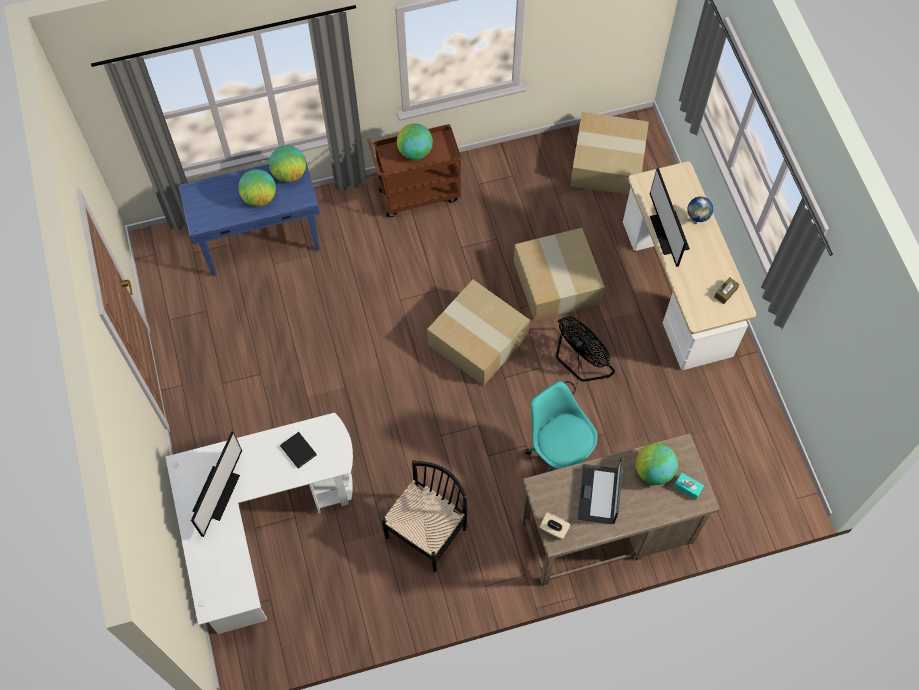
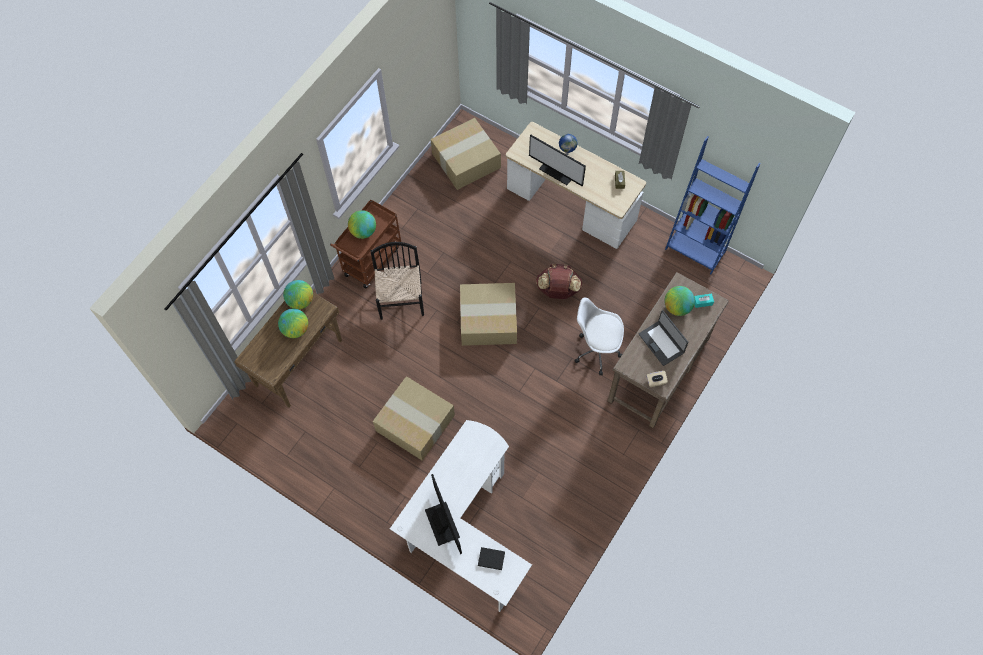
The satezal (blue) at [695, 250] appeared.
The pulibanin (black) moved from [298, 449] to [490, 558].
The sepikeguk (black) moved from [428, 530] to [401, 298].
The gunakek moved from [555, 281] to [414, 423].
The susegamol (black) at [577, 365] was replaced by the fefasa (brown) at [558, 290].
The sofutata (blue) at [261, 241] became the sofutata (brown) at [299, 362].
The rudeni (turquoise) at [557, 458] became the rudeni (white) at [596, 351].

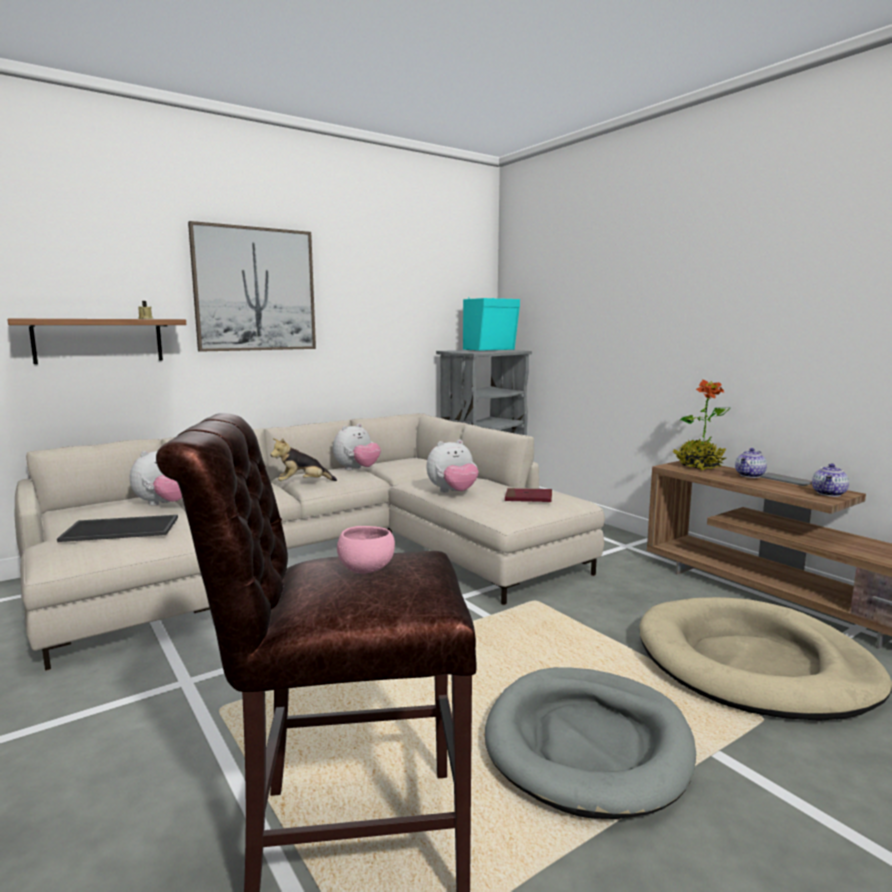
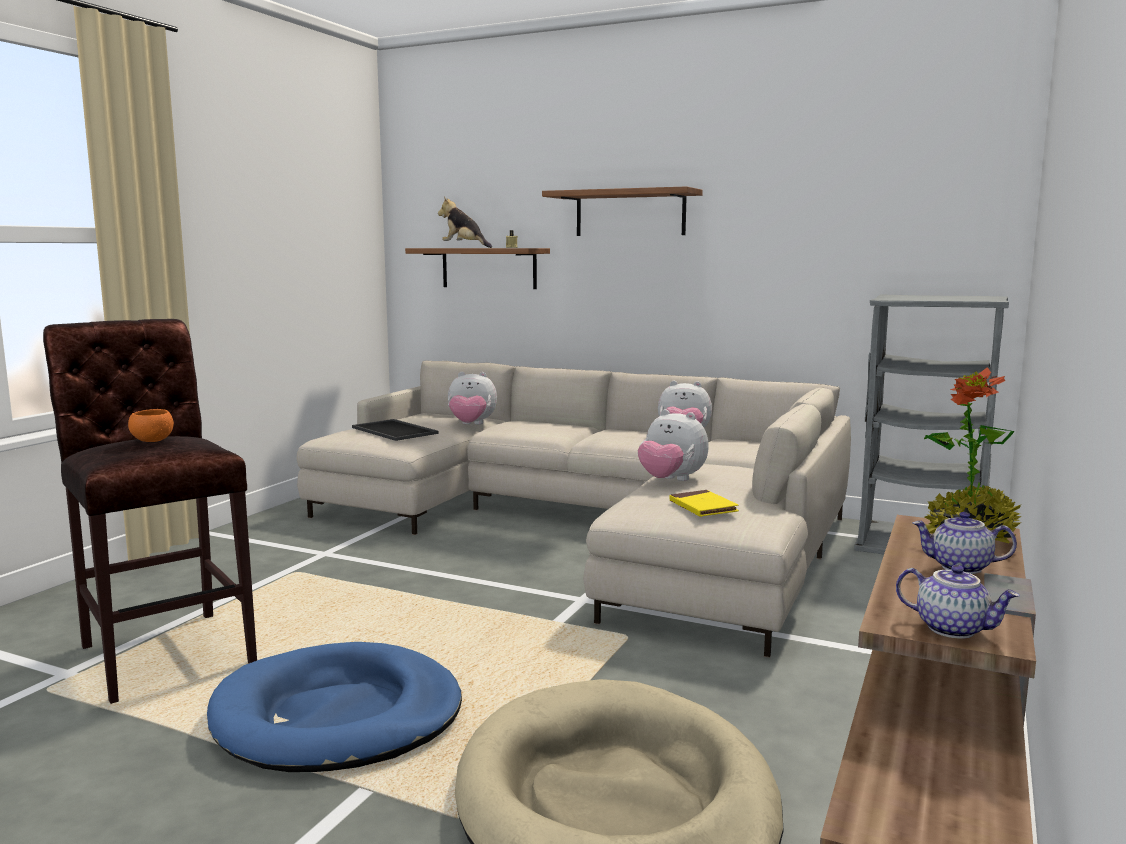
The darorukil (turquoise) at [491, 349] disappeared.
The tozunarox moved from [303, 484] to [465, 247].
The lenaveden at [255, 289] was replaced by the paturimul at [630, 213].
The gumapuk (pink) at [366, 570] became the gumapuk (orange) at [152, 441].
The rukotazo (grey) at [588, 744] became the rukotazo (blue) at [337, 716].
The pulibanin (red) at [528, 498] became the pulibanin (yellow) at [703, 507].
The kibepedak at [829, 494] turned 150 degrees counterclockwise.

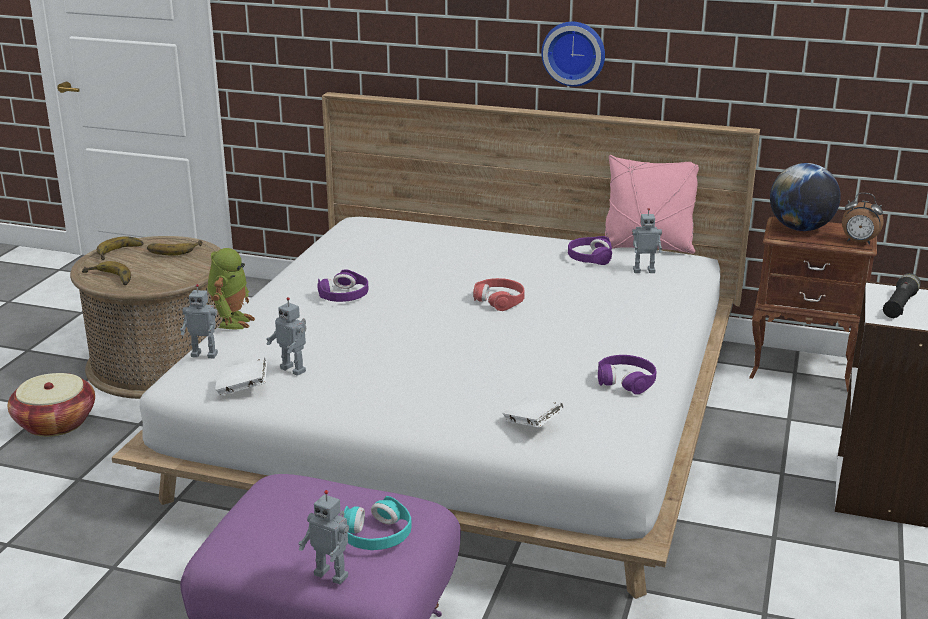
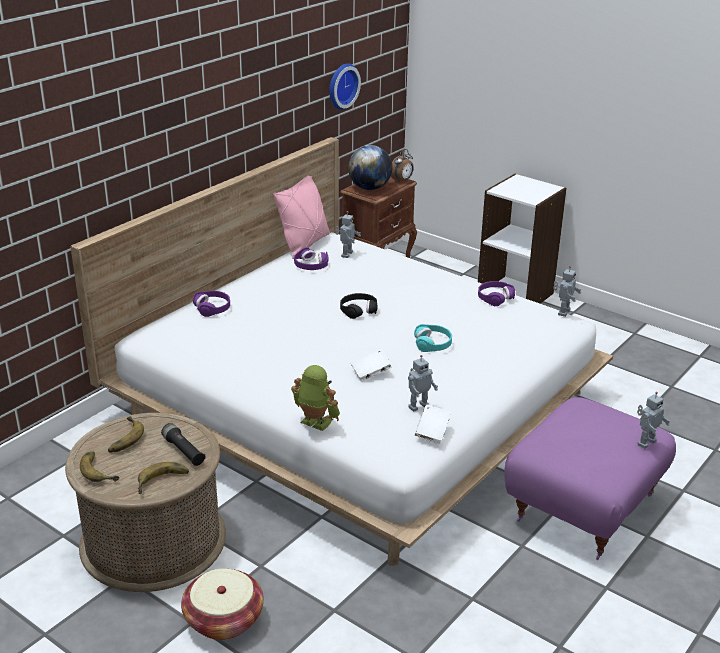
The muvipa moved from [205, 354] to [563, 312].
The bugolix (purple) moved from [344, 295] to [212, 308].
The bugolix (turquoise) moved from [377, 535] to [433, 343].
The pulibanin (white) moved from [532, 424] to [371, 373].
The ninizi moved from [574, 52] to [341, 85].
The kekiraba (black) moved from [899, 305] to [183, 451].
The bugolix (red) at [499, 300] became the bugolix (black) at [358, 310].

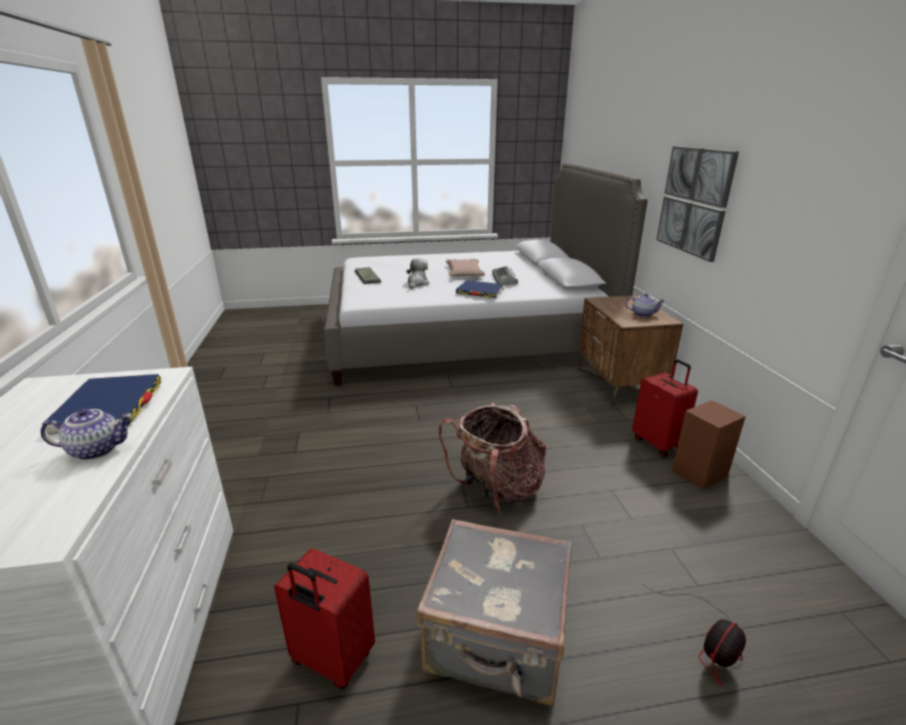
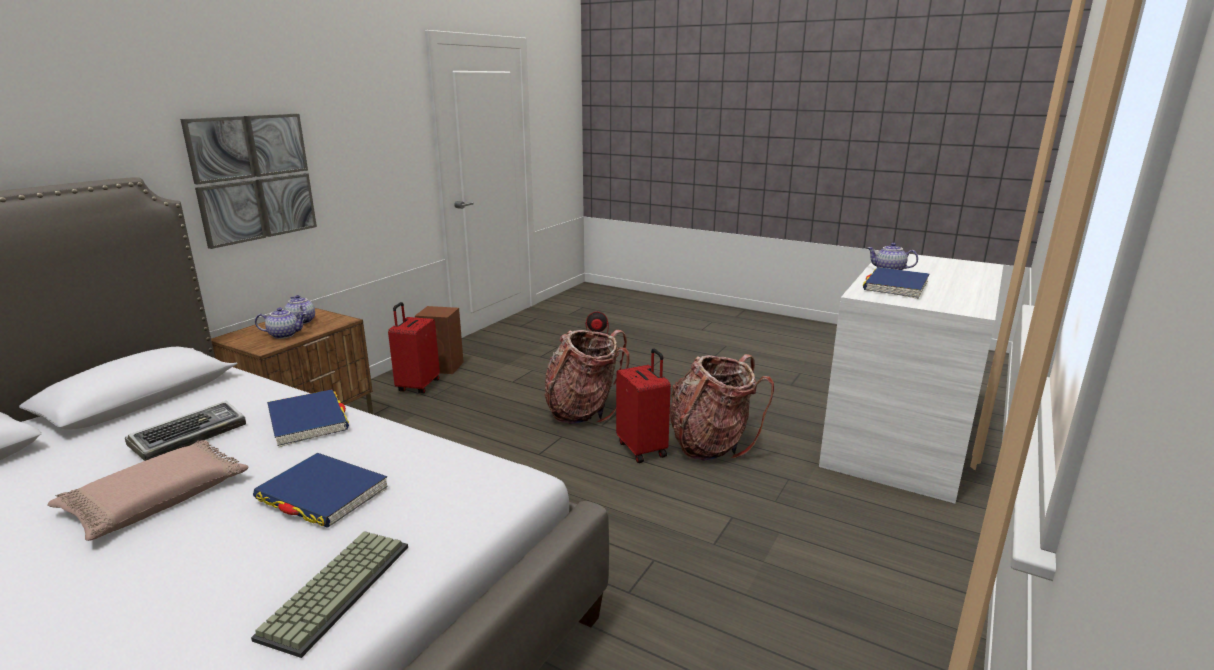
The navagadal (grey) at [497, 640] disappeared.
The kibepedak at [284, 335] appeared.
The fefasa at [711, 443] appeared.
The navagadal (red) moved from [331, 660] to [643, 449].
The tozunarox at [417, 283] was replaced by the pulibanin (blue) at [322, 494].

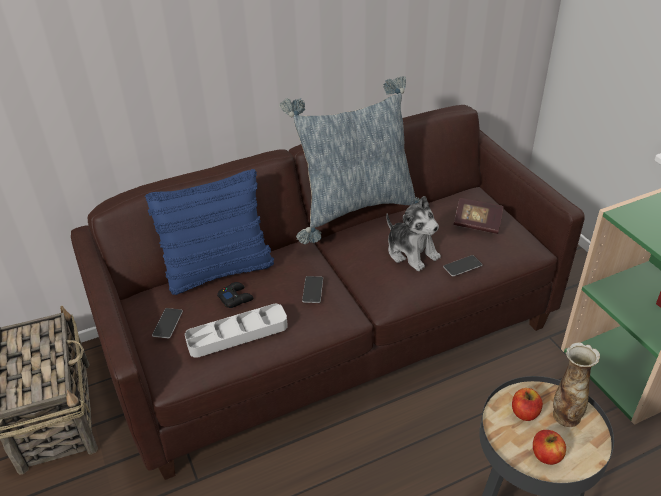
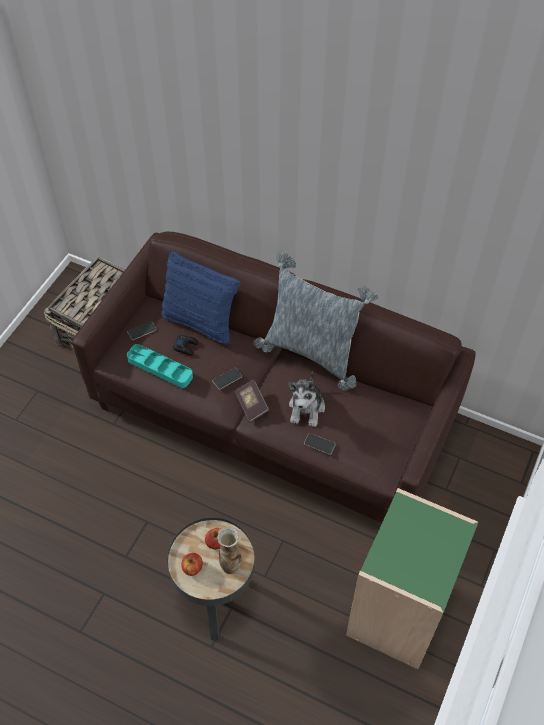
The pulibanin moved from [477, 224] to [251, 405].
The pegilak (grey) at [237, 334] became the pegilak (turquoise) at [160, 368].

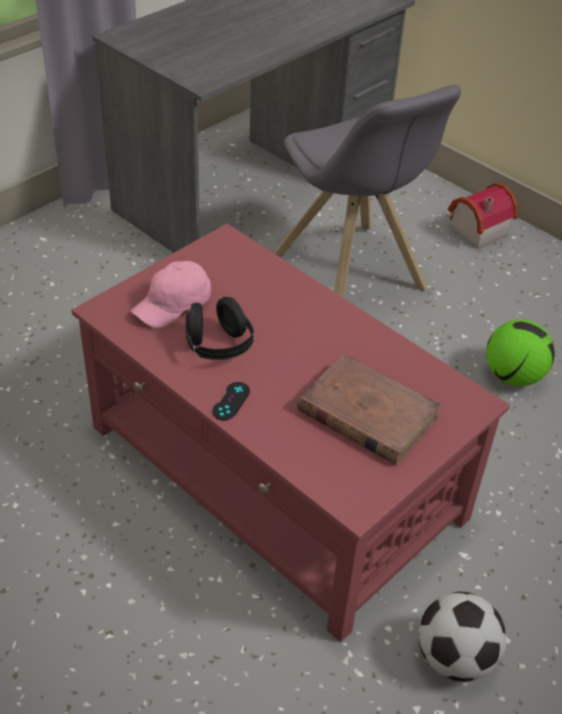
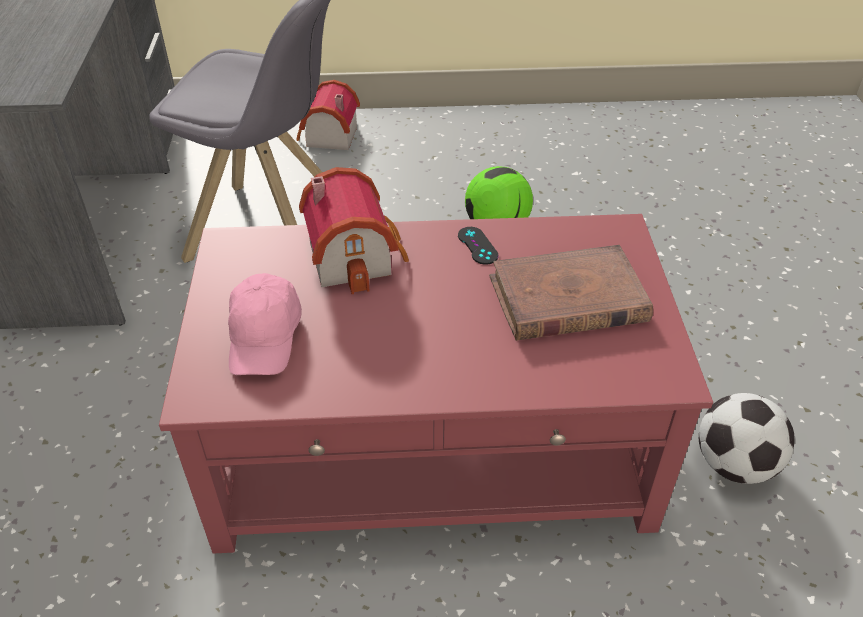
The bugolix (black) at [218, 346] disappeared.
The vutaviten at [355, 255] appeared.
The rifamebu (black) moved from [231, 401] to [477, 245].

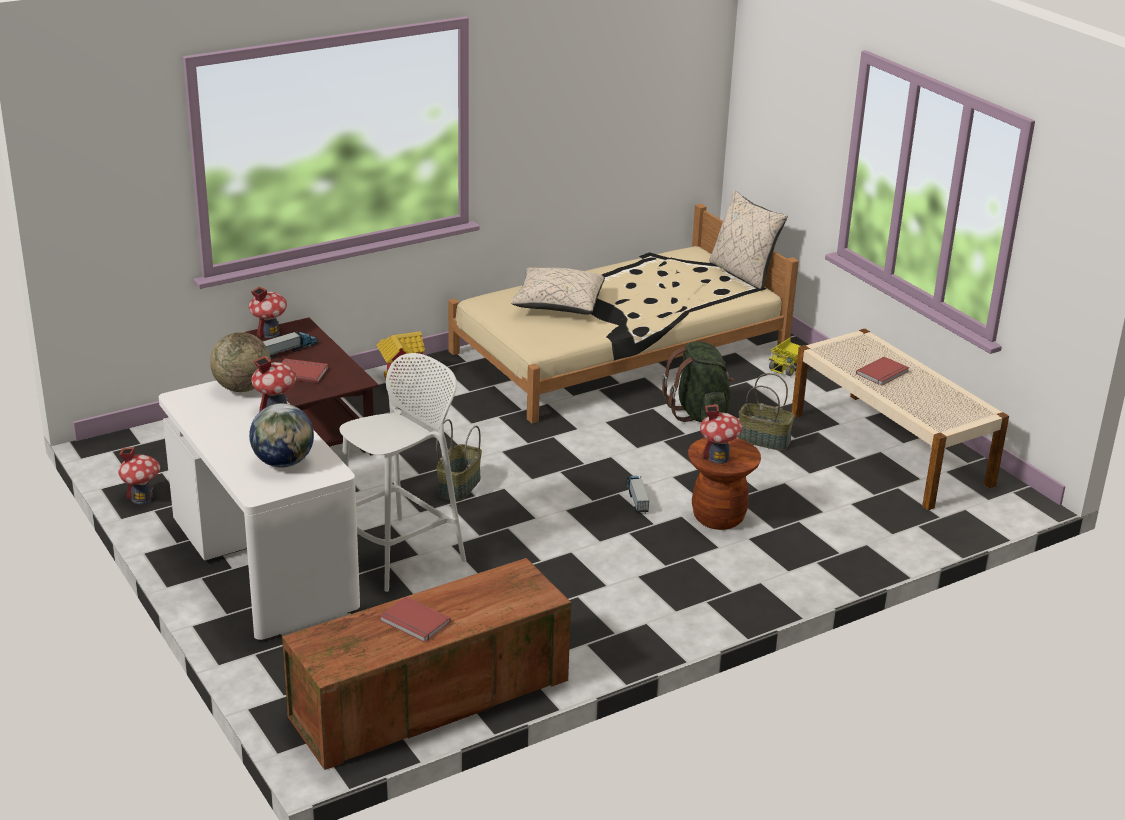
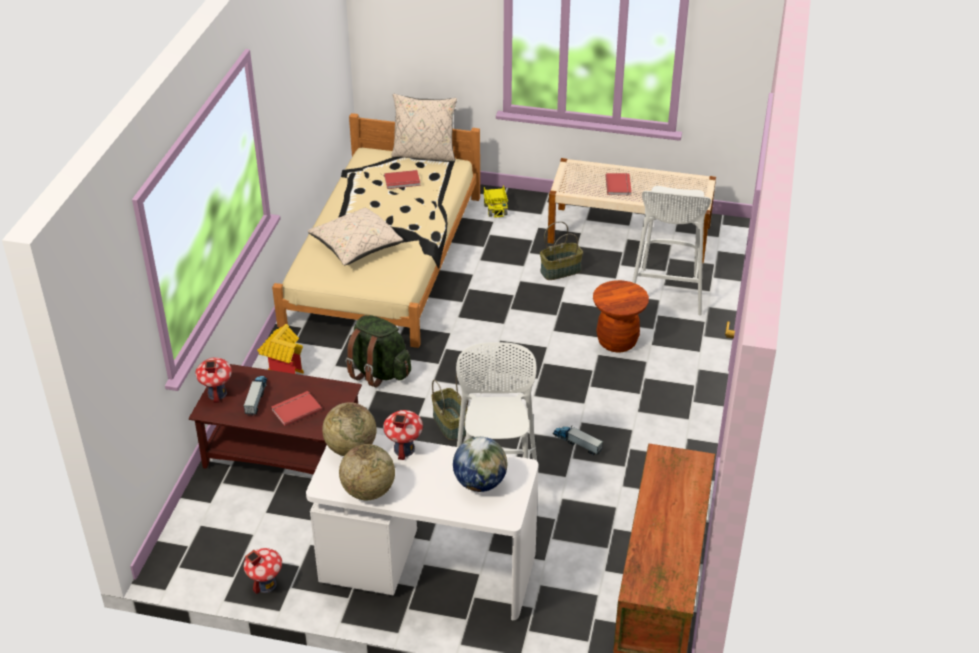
The vutaviten at [718, 457] disappeared.
The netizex at [368, 491] appeared.
The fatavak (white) at [666, 293] appeared.
The pulibanin (red) moved from [414, 622] to [402, 181].
The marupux moved from [636, 498] to [577, 443].
The fefasa (green) moved from [699, 414] to [378, 372].

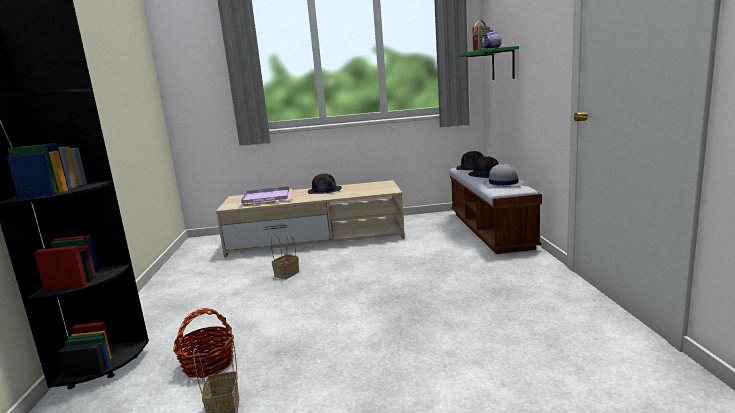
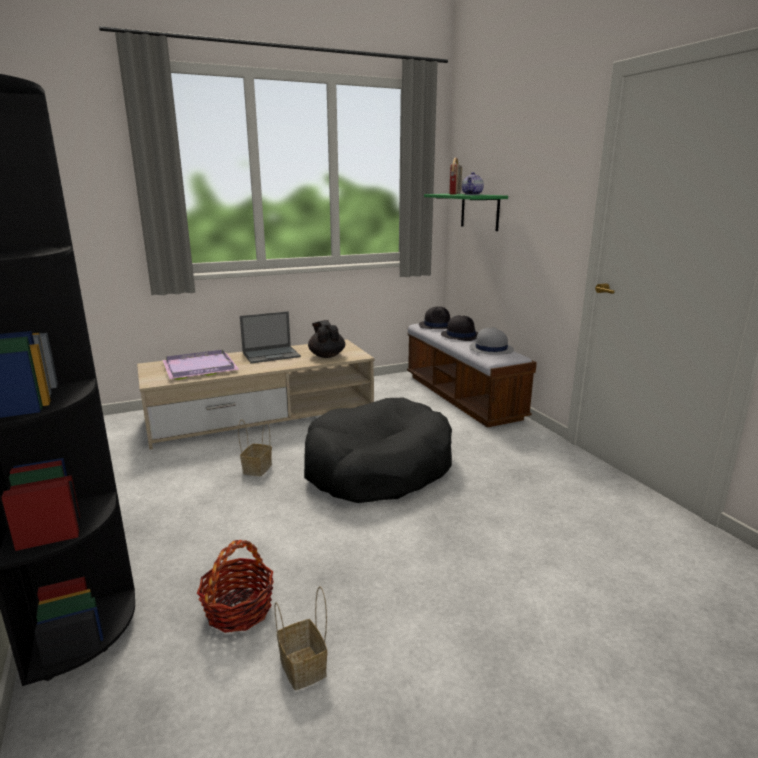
The rukotazo (black) at [378, 468] appeared.
The kibepedak (black) at [326, 355] appeared.
The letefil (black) at [325, 190] was replaced by the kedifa at [272, 355].

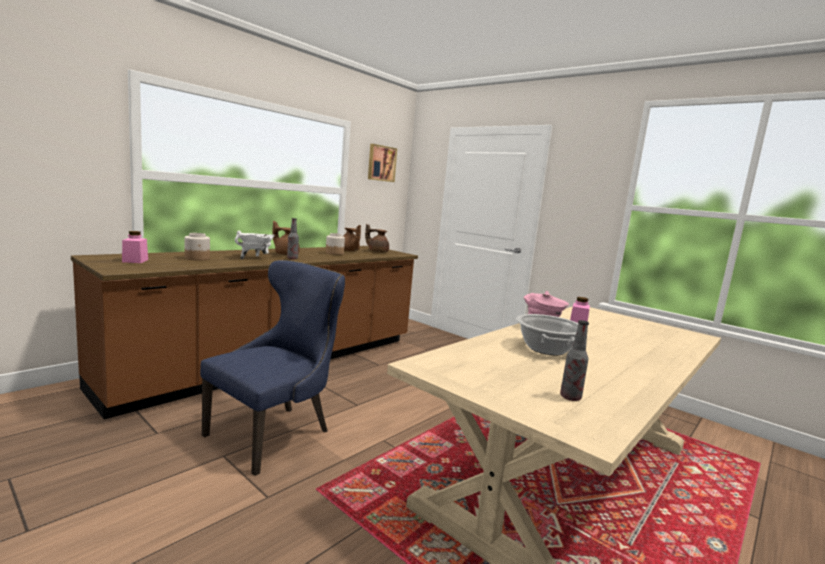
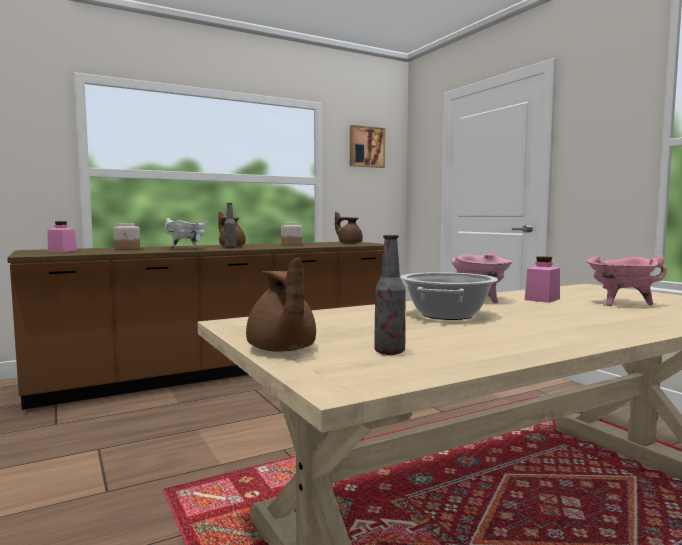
The sepikeguk (blue) at [274, 434] disappeared.
The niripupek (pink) at [620, 304] appeared.
The kibepedak (brown) moved from [349, 251] to [281, 349].

